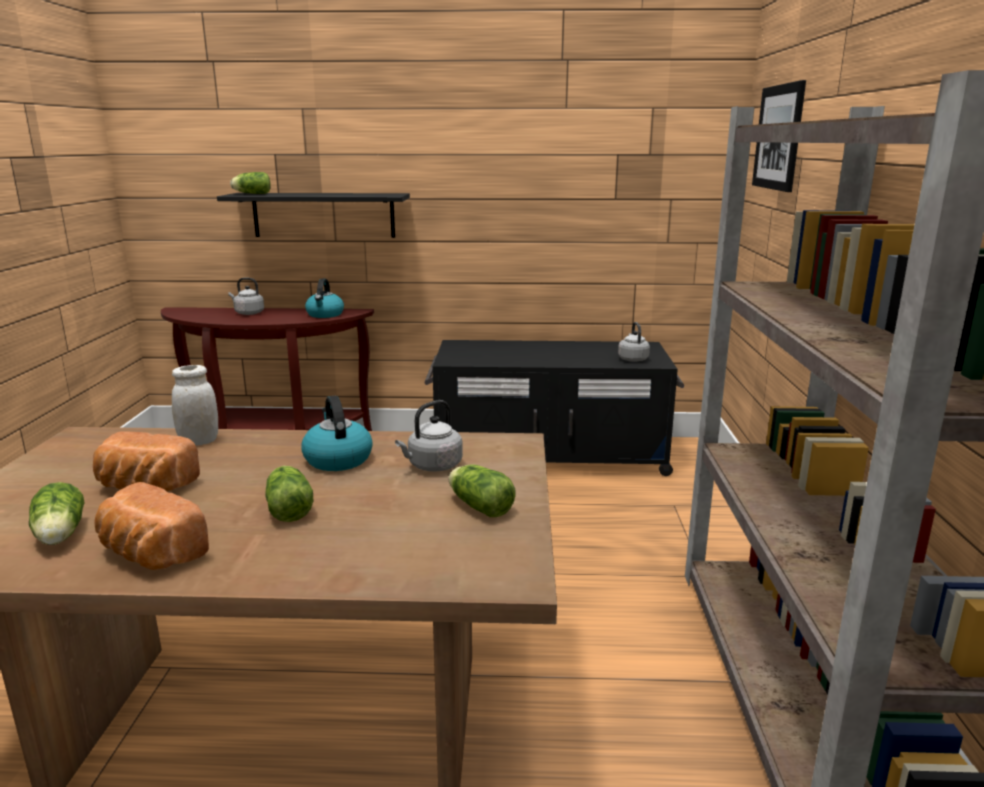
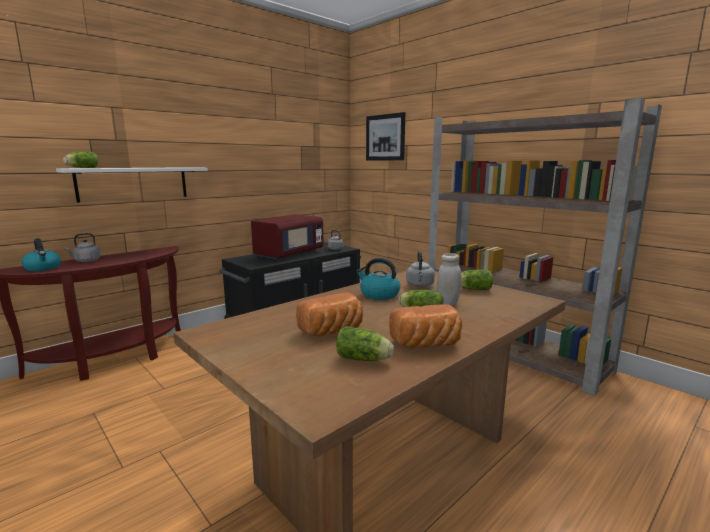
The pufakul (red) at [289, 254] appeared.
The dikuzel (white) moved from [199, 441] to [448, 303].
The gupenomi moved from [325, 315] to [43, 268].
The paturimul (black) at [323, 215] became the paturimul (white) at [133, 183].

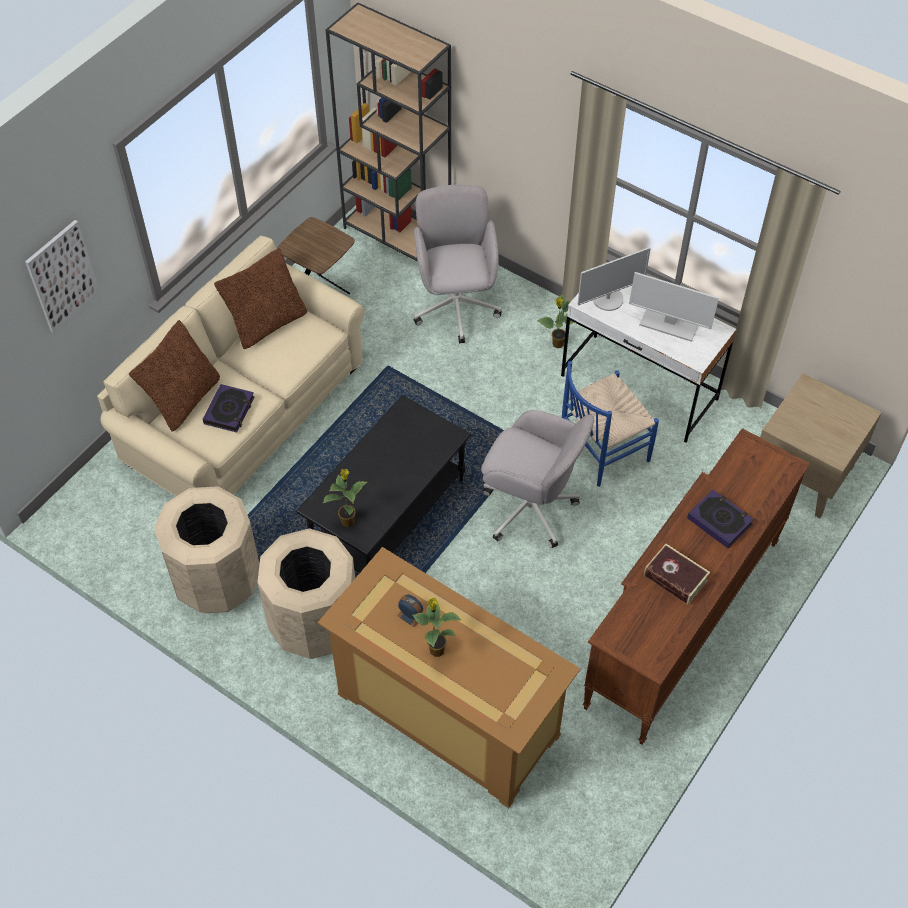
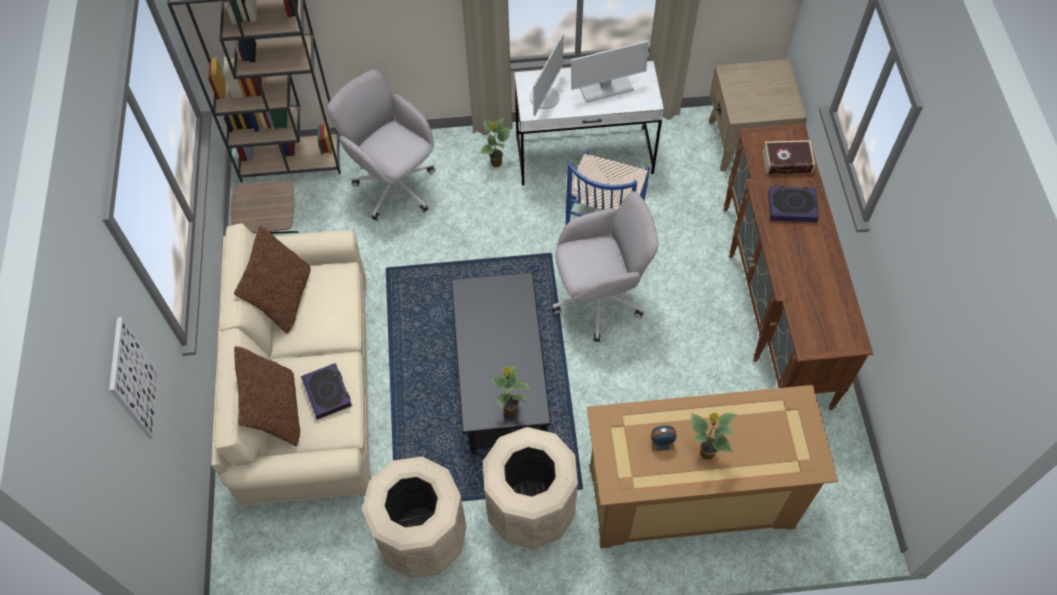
The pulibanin moved from [675, 578] to [787, 162].

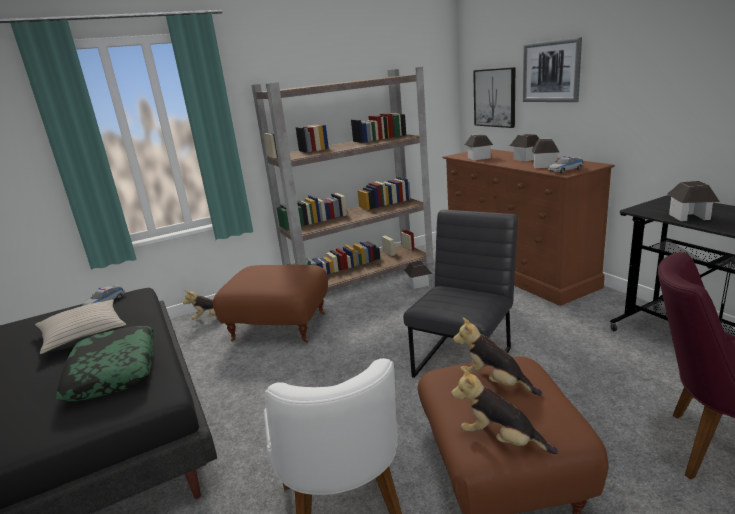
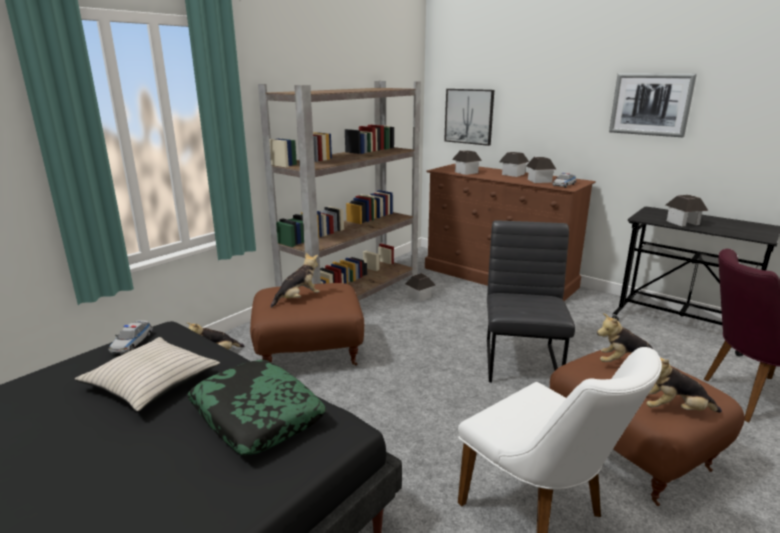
The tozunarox at [298, 299] appeared.
The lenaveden moved from [551, 71] to [650, 104].

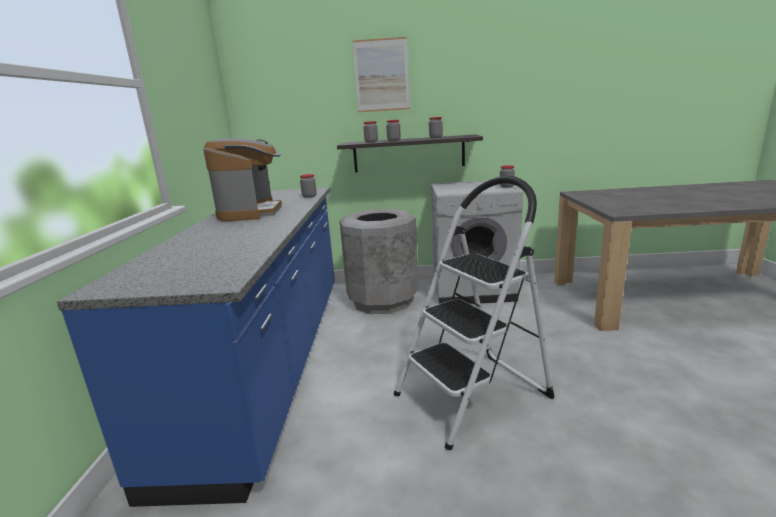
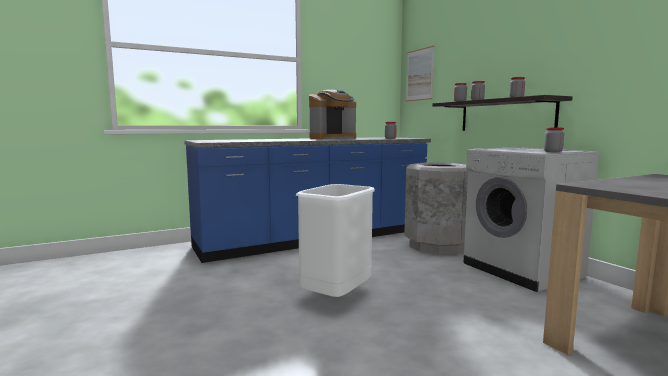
The lenaveden moved from [381, 75] to [419, 75].
The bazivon at [476, 396] was replaced by the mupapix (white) at [337, 297].

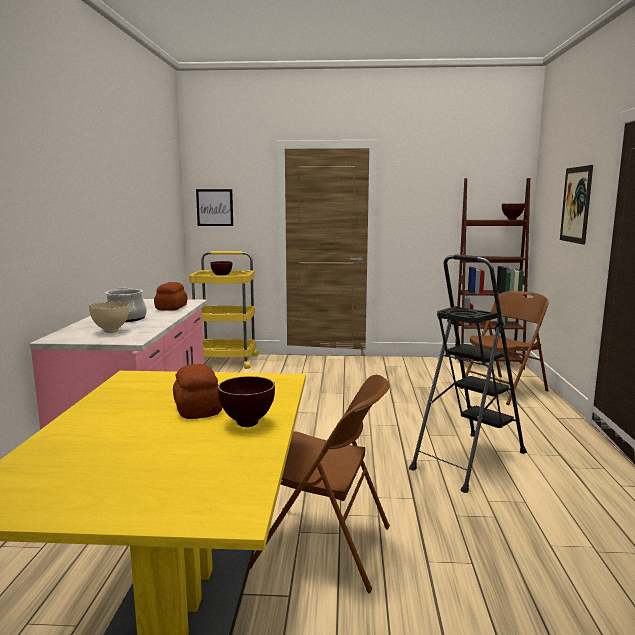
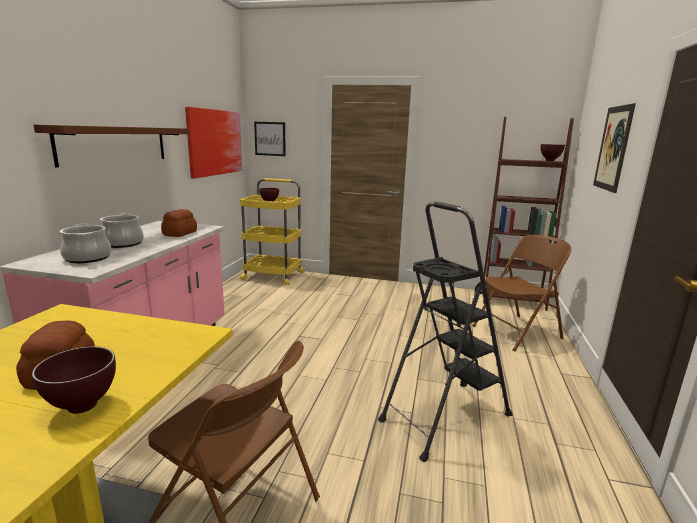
The paturimul (brown) at [115, 144] appeared.
The lenaveden at [215, 142] appeared.
The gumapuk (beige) at [110, 331] was replaced by the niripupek at [87, 258].

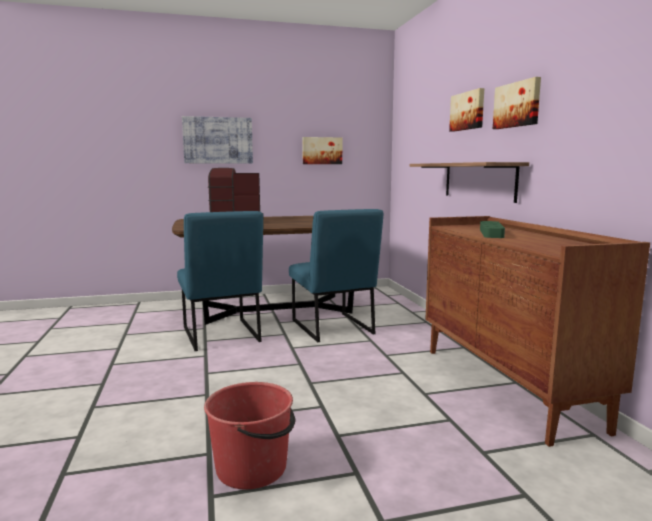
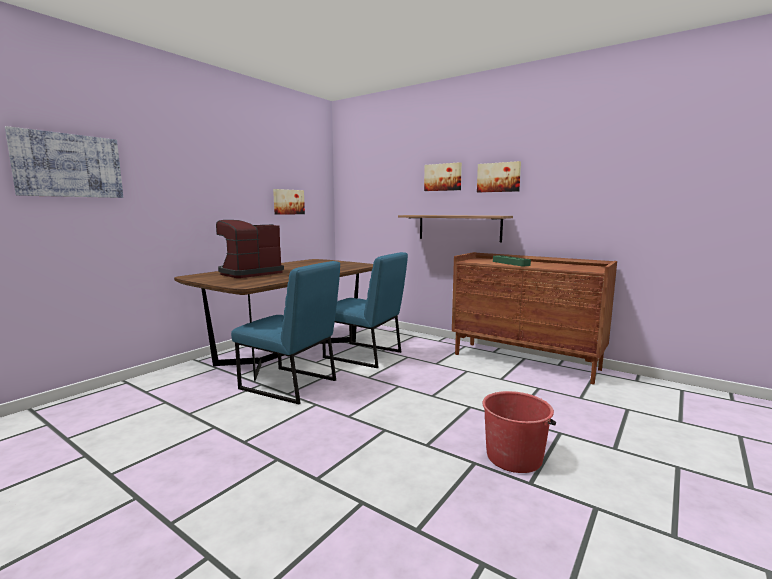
The lenaveden moved from [218, 140] to [68, 165].

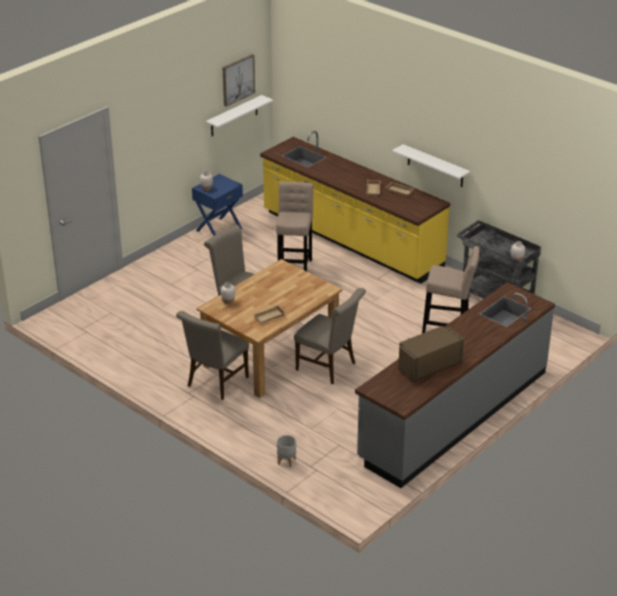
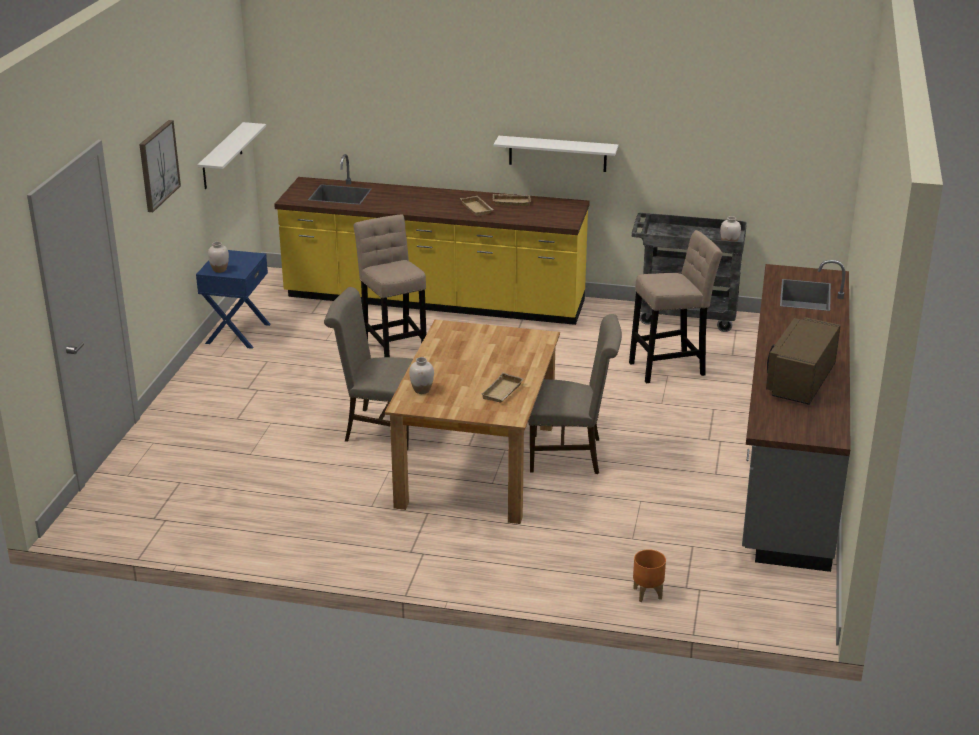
The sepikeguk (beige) at [215, 383] disappeared.
The lenaveden moved from [238, 79] to [158, 165].
The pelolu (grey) at [286, 461] became the pelolu (orange) at [647, 594].

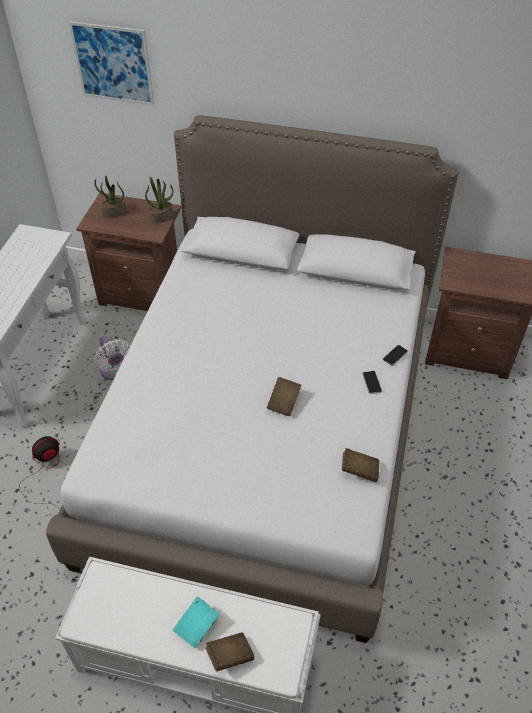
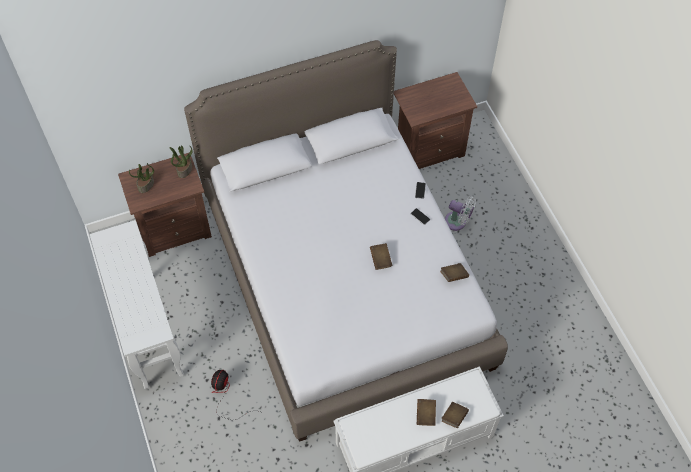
The lenaveden at [113, 64] disappeared.
The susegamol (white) moved from [115, 371] to [457, 222].
The pulibanin (turquoise) at [197, 626] became the pulibanin (brown) at [425, 415].

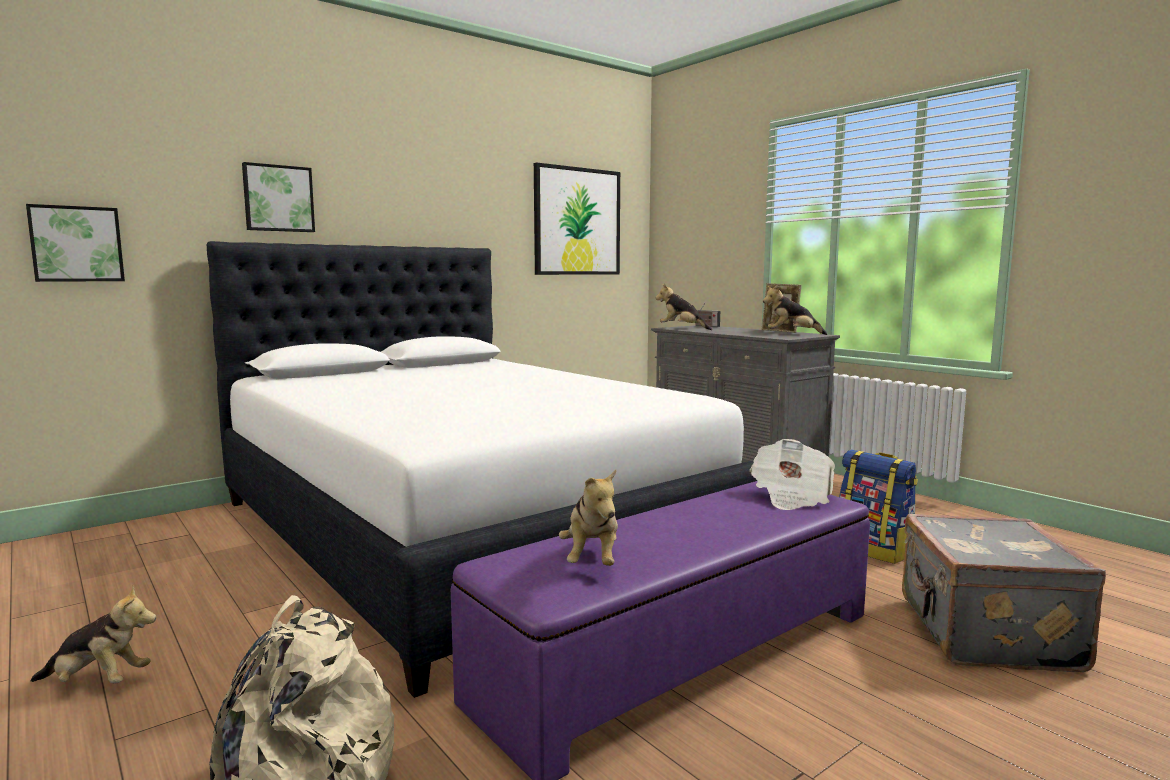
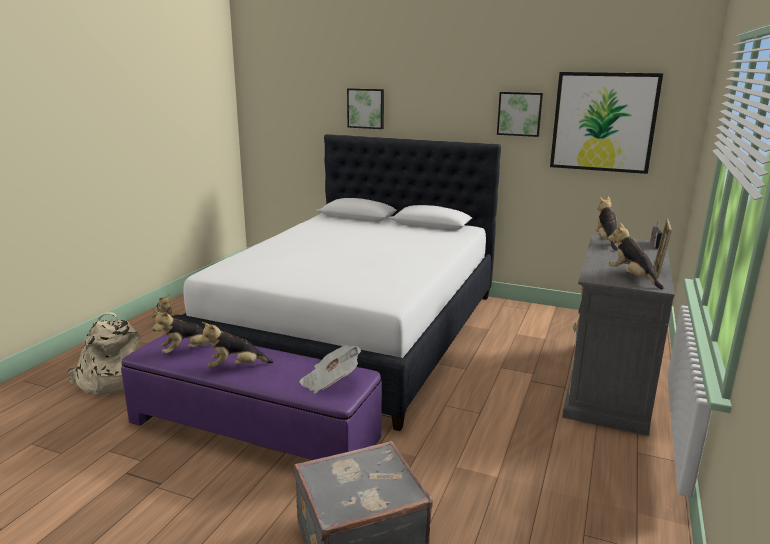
The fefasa at [874, 550] disappeared.
The tozunarox at [236, 367] appeared.
The lenaveden moved from [76, 244] to [519, 114].

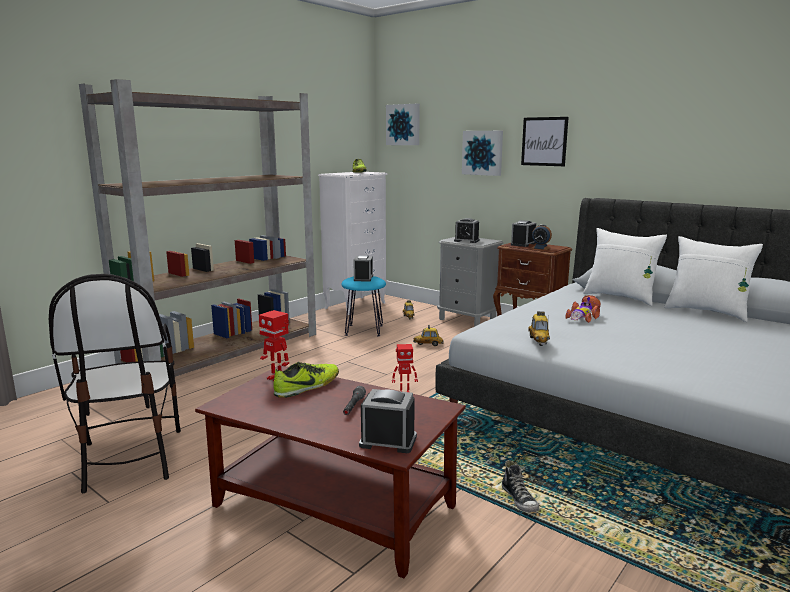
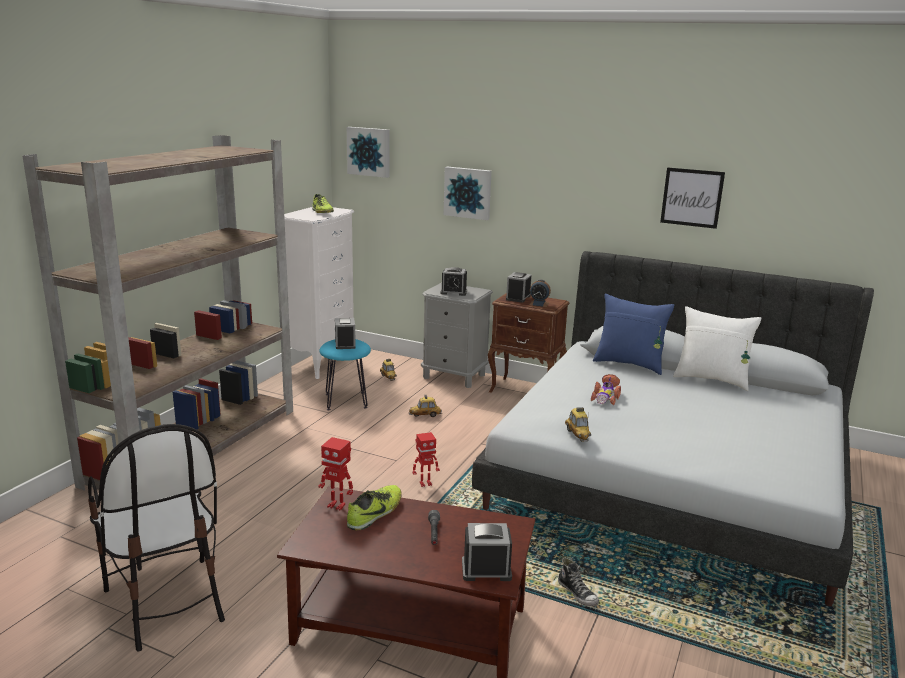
The lenaveden moved from [544, 141] to [692, 197].
The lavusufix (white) at [619, 298] became the lavusufix (blue) at [628, 365].

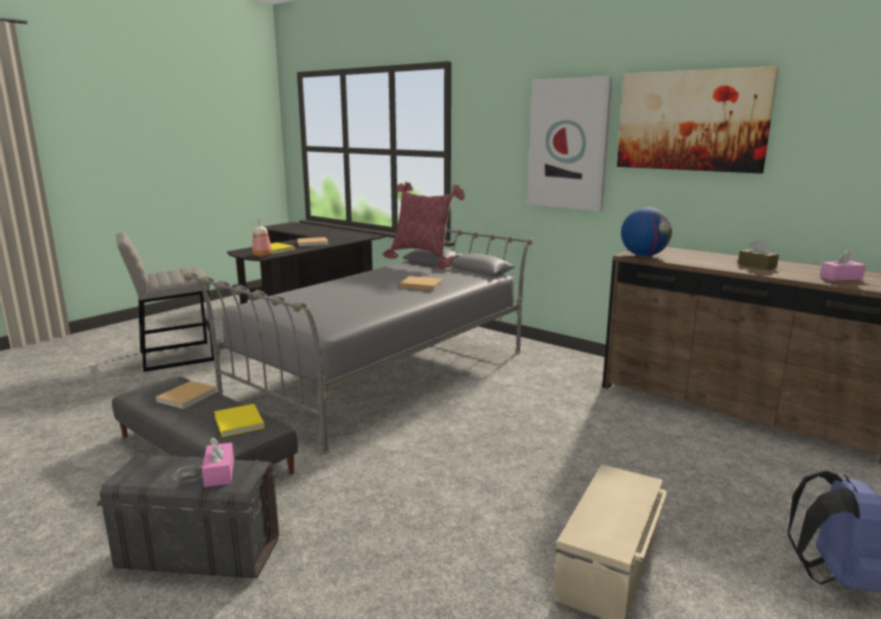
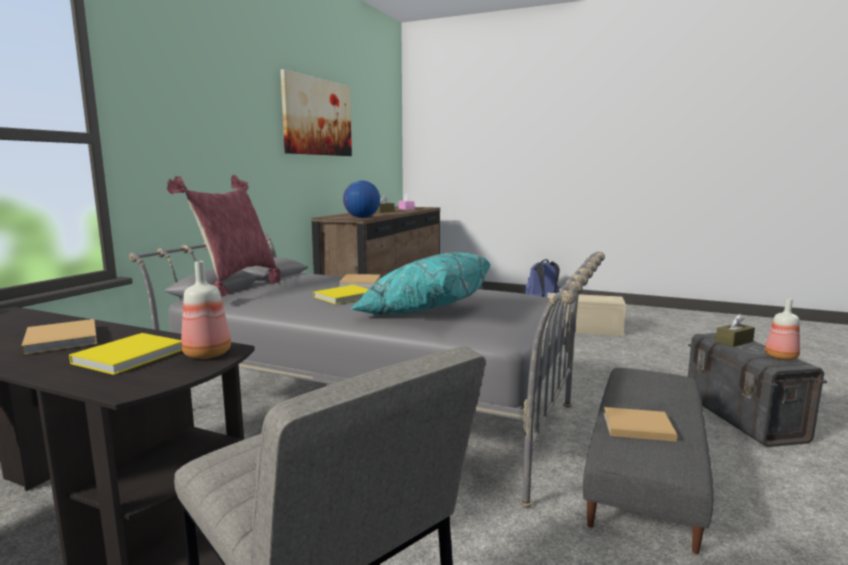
The lenaveden at [568, 144] disappeared.
The lavusufix (turquoise) at [423, 310] appeared.
The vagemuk at [780, 357] appeared.
The pulibanin (yellow) moved from [239, 423] to [346, 296].
The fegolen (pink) at [219, 473] became the fegolen (brown) at [734, 341].

